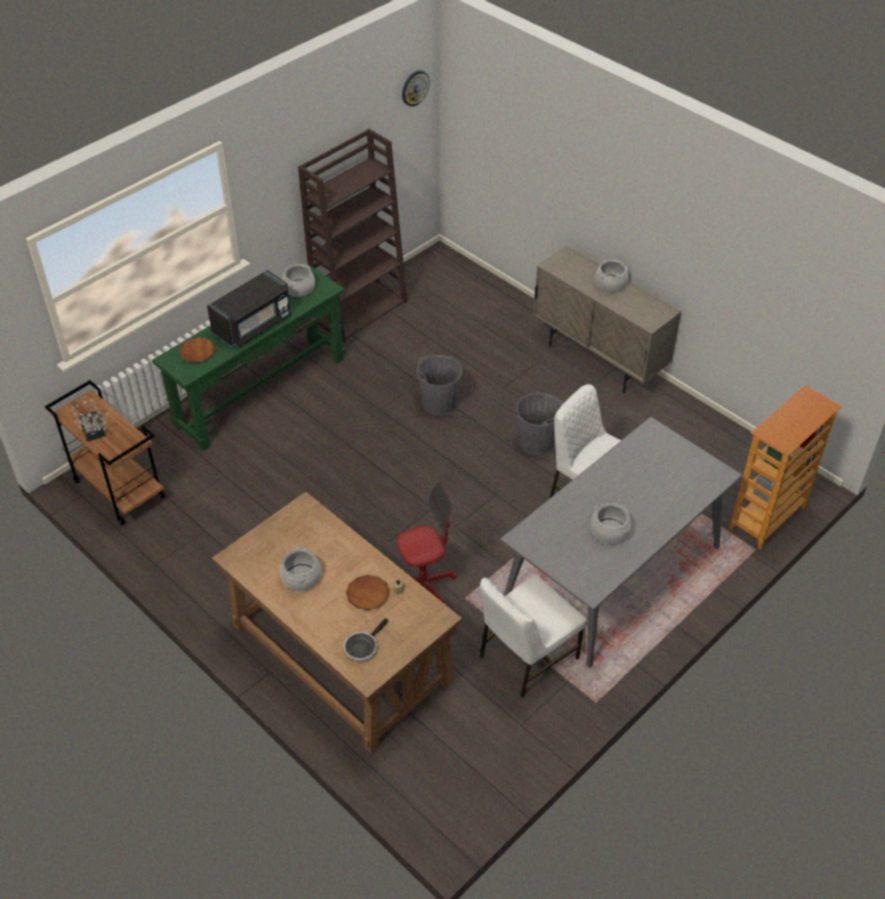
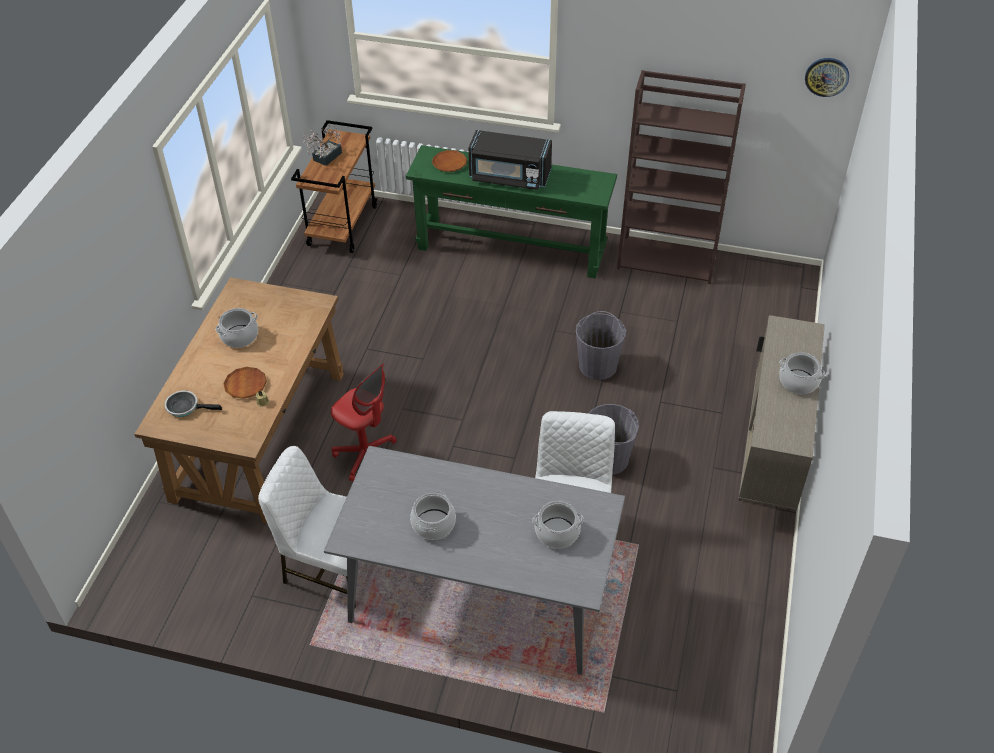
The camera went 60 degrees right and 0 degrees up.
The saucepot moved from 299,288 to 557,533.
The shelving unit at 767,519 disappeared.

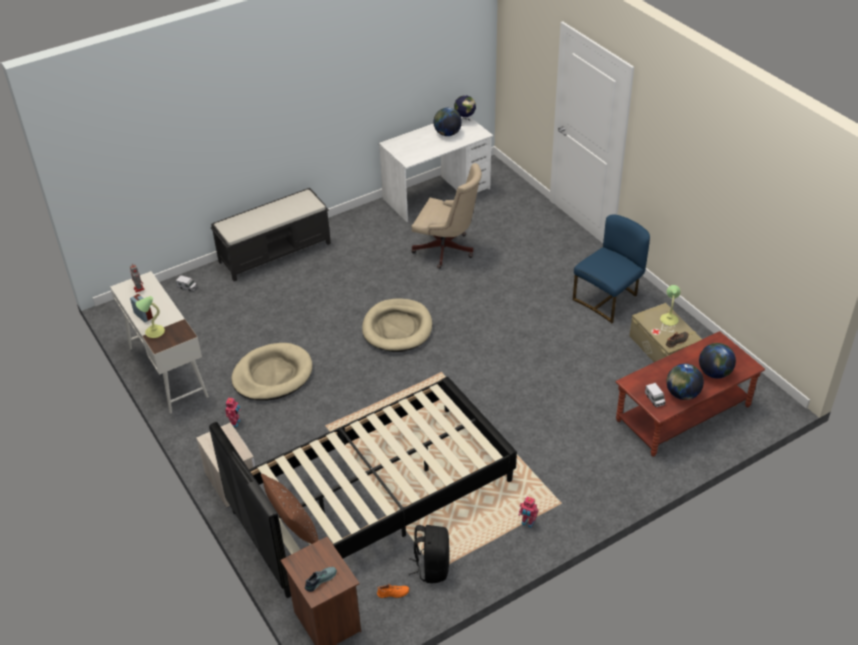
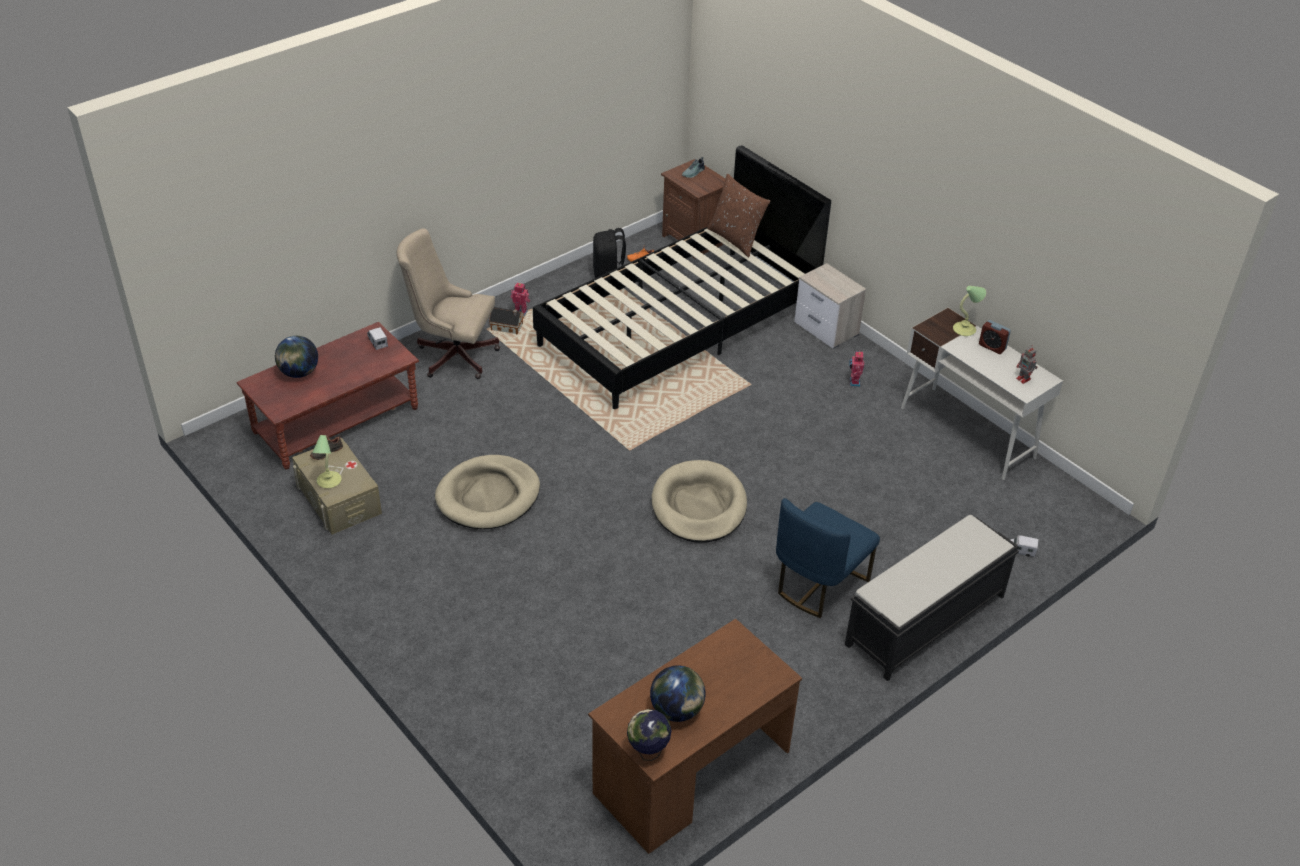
The camera went 170 degrees right and 0 degrees up.
The beige-coloured dog bed moved from 272,375 to 488,496.
The whitish desk table at 437,194 became the brown-coloured desk table at 691,773.
The beige-coloured desk chair moved from 447,251 to 452,355.
The bluish plain chair moved from 608,299 to 818,584.
The world globe at 682,394 disappeared.
The model house at 508,327 appeared.

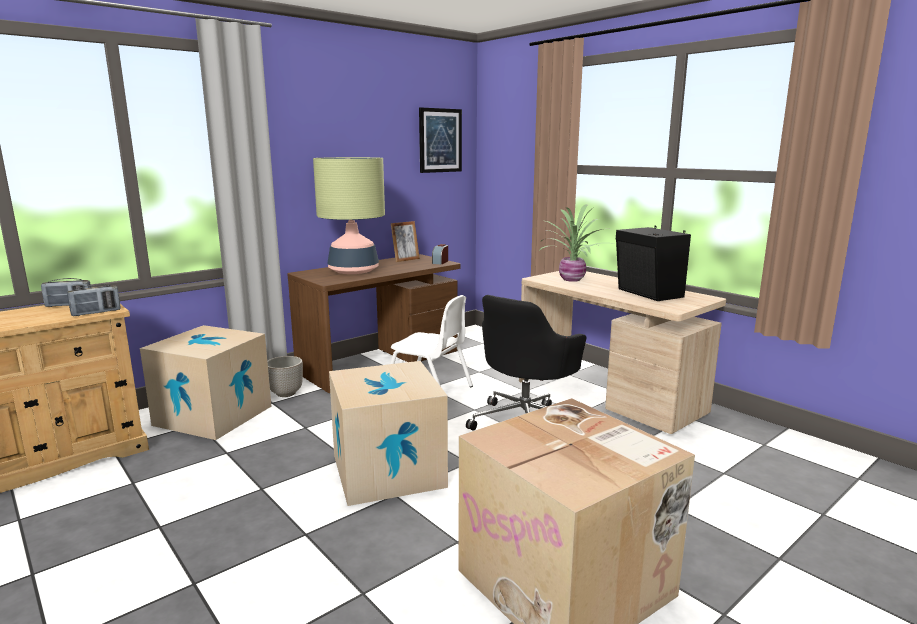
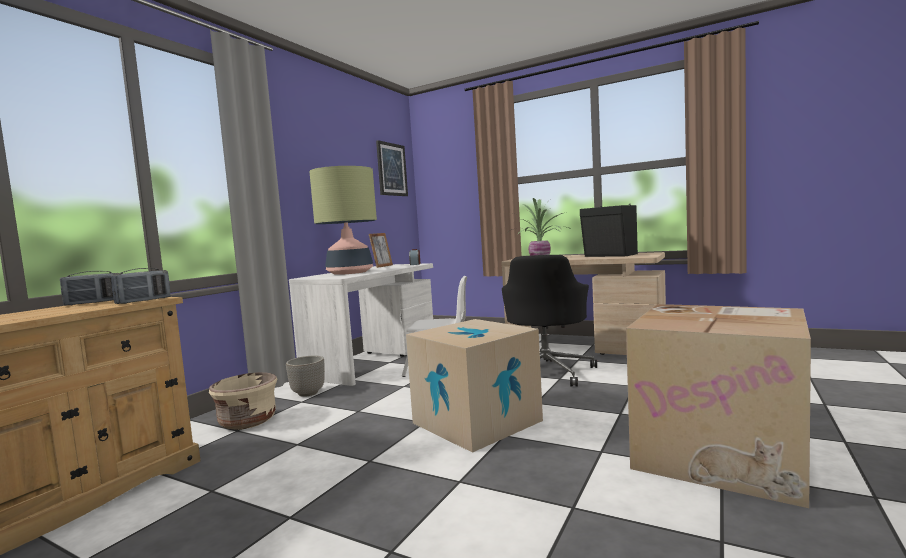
The camera went 20 degrees left and 10 degrees down.
The carton at 213,415 was replaced by the beige-coloured plant pot at 247,421.
The brown-coloured desk table at 380,363 became the whitish desk table at 374,360.

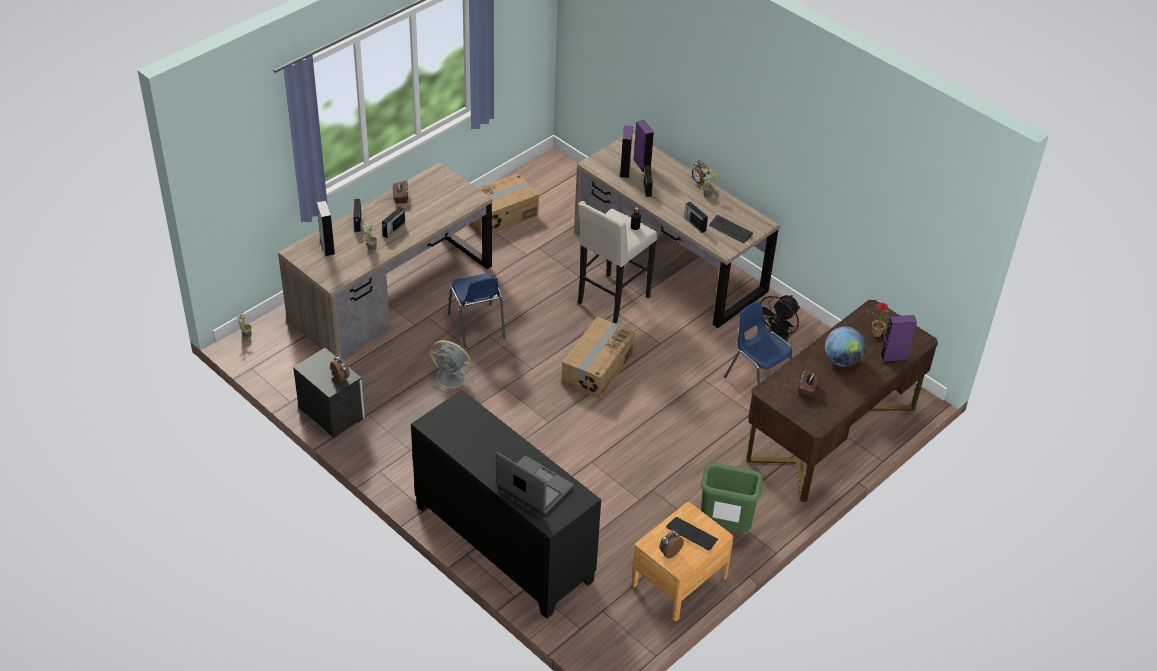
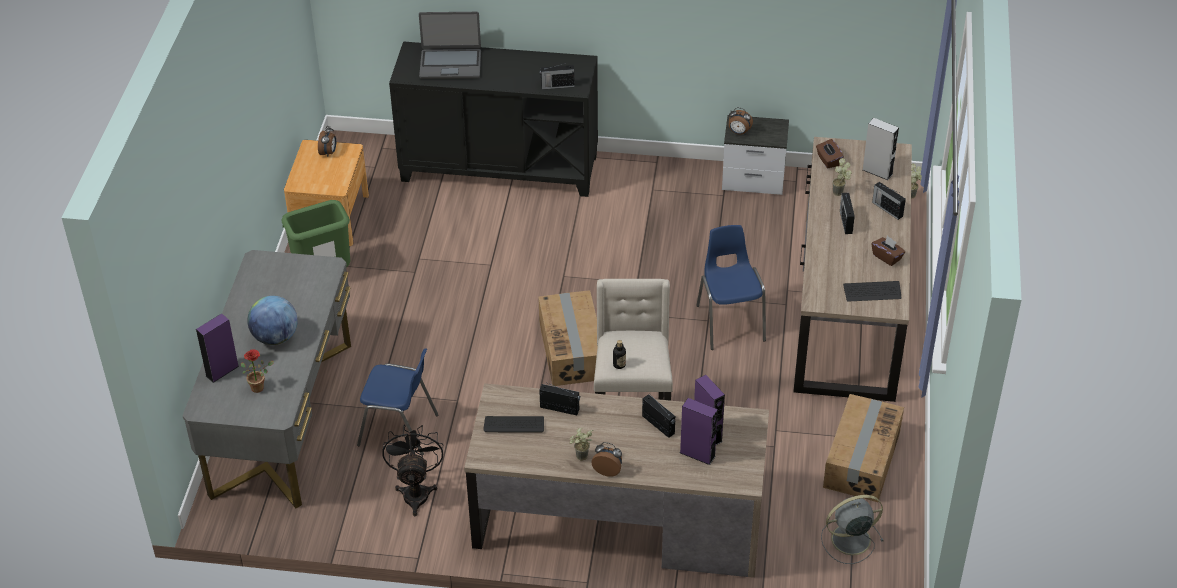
The camera went 145 degrees right and 0 degrees up.
The gray fan moved from 452,378 to 849,540.
The bluish plain chair at 477,326 turned 45 degrees clockwise.
The PC keyboard moved from 692,534 to 872,292.
The brown-coloured desk table at 831,433 became the gray desk table at 282,418.
The brown-coloured box of tissues moved from 807,389 to 828,160.
The radio receiver at 557,86 appeared.

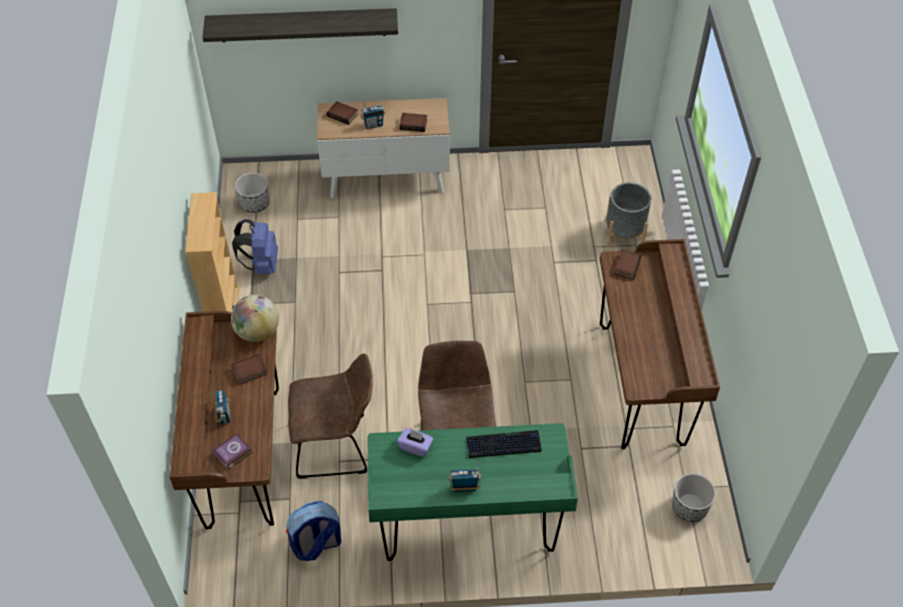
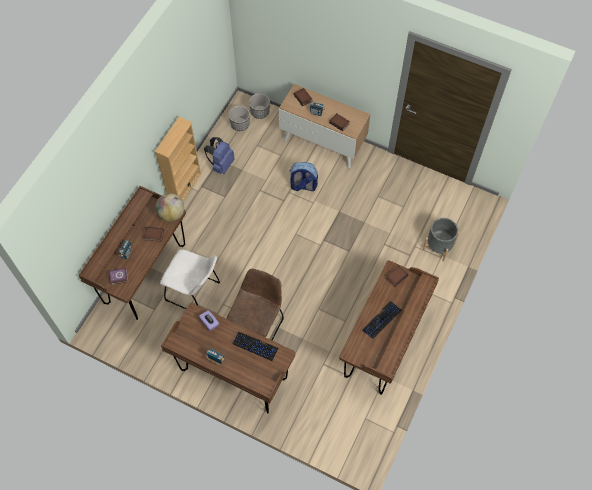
The camera went 30 degrees right and 10 degrees up.
The wall shelf at 302,25 disappeared.
The knapsack moved from 316,544 to 303,186.
The brown-coloured plain chair at 336,446 became the whitish plain chair at 195,293.
The green-coloured desk table at 468,528 became the brown-coloured desk table at 233,375.
The plant pot moved from 689,507 to 260,112.
The PC keyboard at 381,320 appeared.

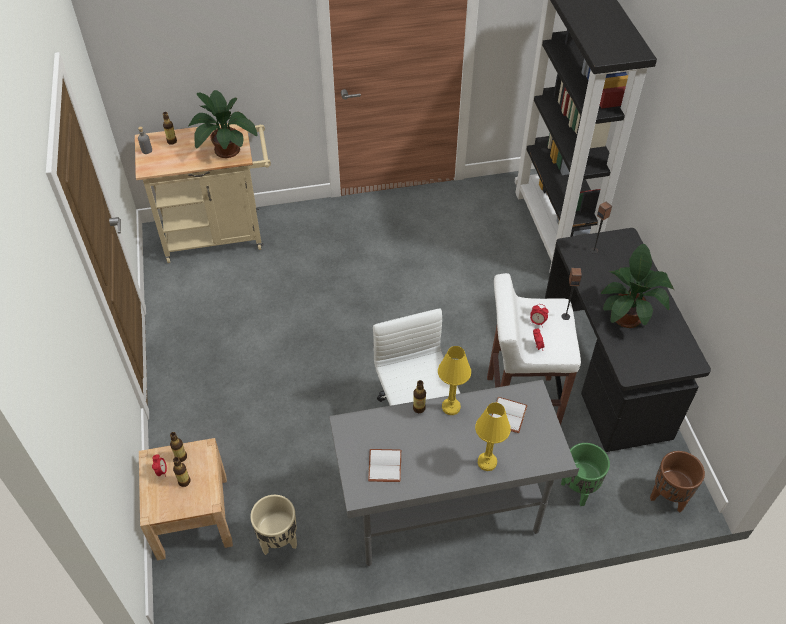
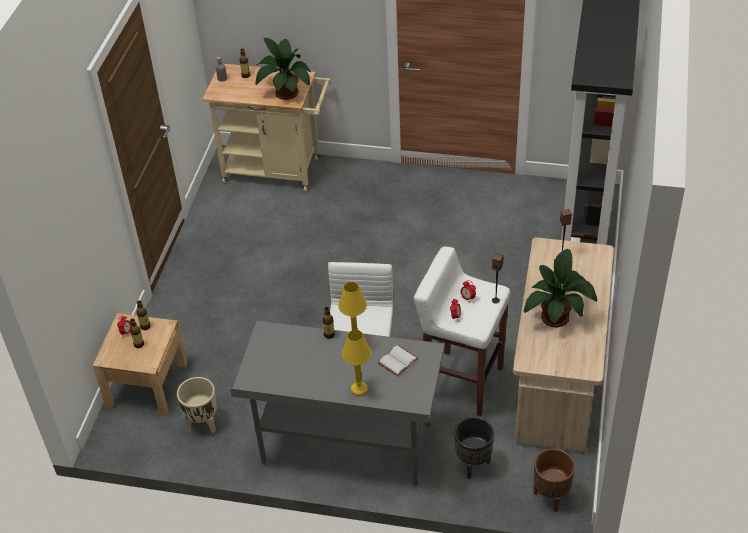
The camera went 25 degrees right and 5 degrees down.
The whitish volume at 383,465 disappeared.
The black desk table at 606,373 became the beige-coloured desk table at 558,379.
The green-coloured plant pot at 578,489 became the black plant pot at 473,465.

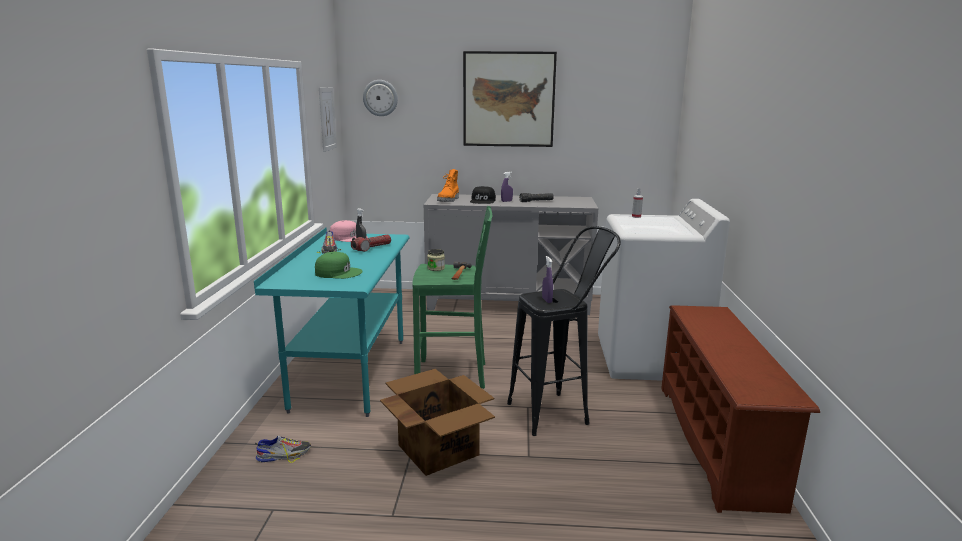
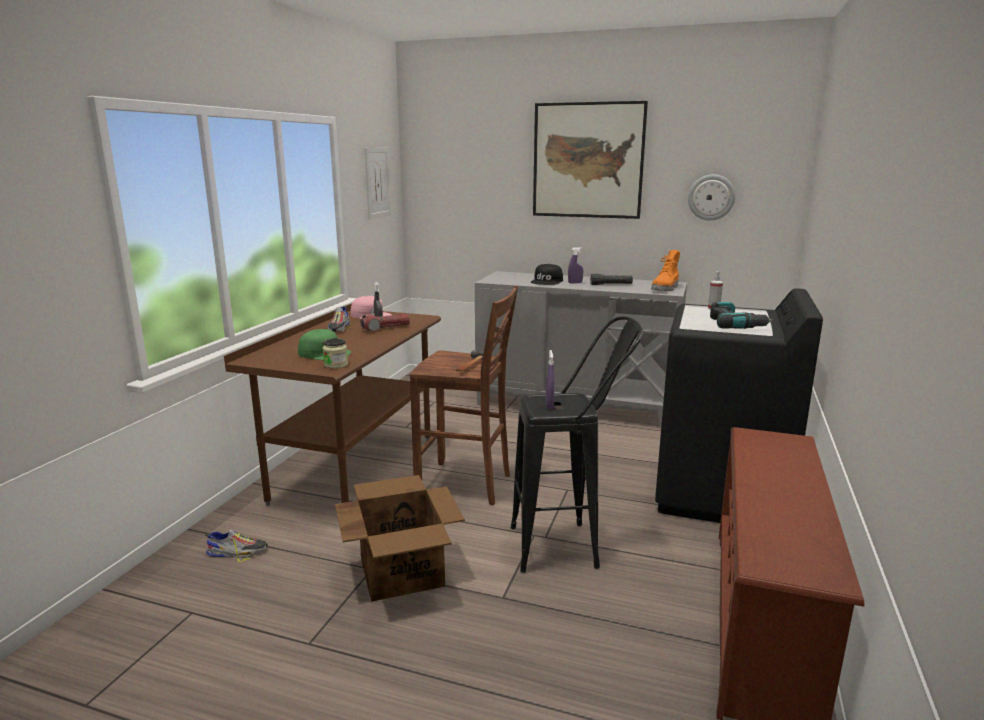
The camera went 15 degrees right and 0 degrees up.
The blue-green desk table at 350,374 became the brown-coloured desk table at 355,469.
The wall clock moved from 380,98 to 711,197.
The green-coloured stool seat at 453,375 became the brown-coloured stool seat at 466,485.
The storage jar moved from 436,268 to 336,365.
The orange boot moved from 449,200 to 665,289.
The whitish laundry appliance at 649,360 became the black laundry appliance at 721,494.
The drill at 735,325 appeared.

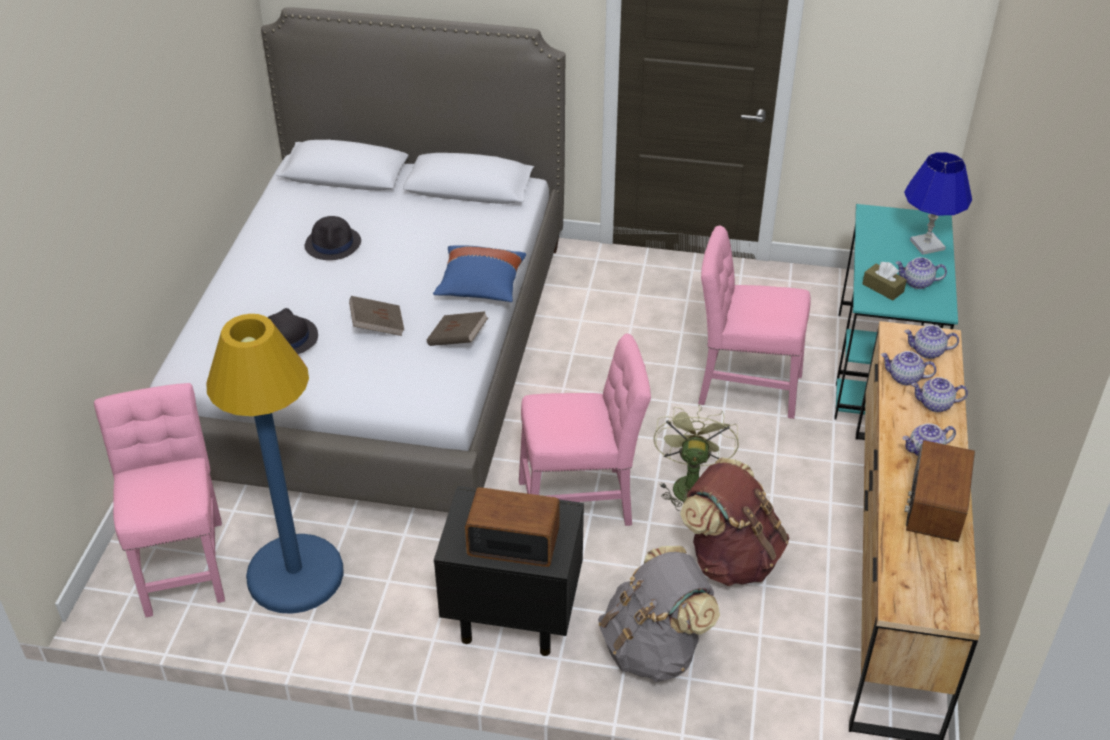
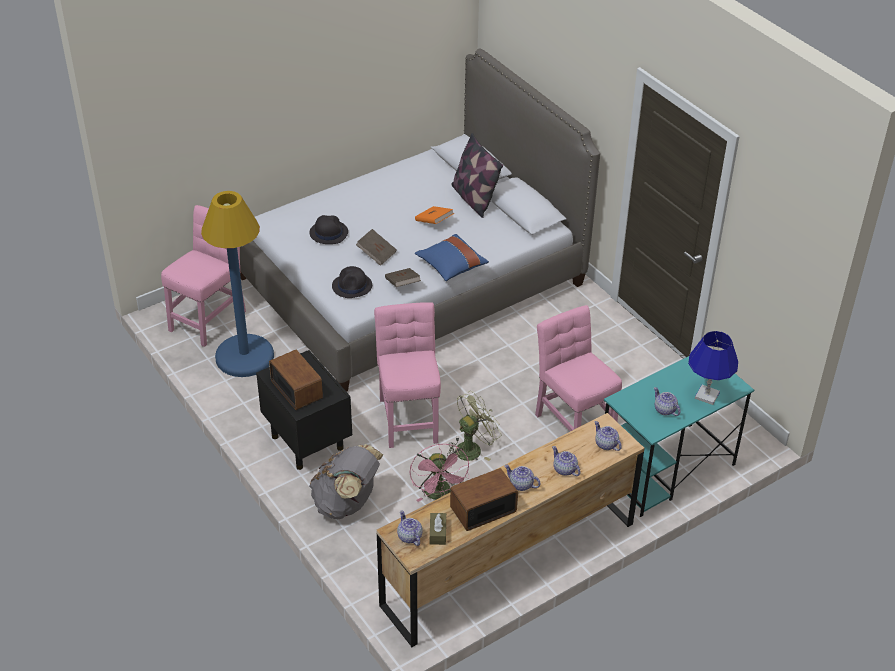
The camera went 45 degrees right and 0 degrees up.
The black hat moved from 333,244 to 352,286.
The pink plain chair at 581,500 turned 135 degrees counterclockwise.
The brown-coloured knapsack at 731,557 was replaced by the pink fan at 440,495.
The brown-coloured box of tissues moved from 883,288 to 437,533.
The teapot moved from 904,378 to 409,536.
The orange volume at 434,222 appeared.
The throw pillow at 474,199 appeared.

